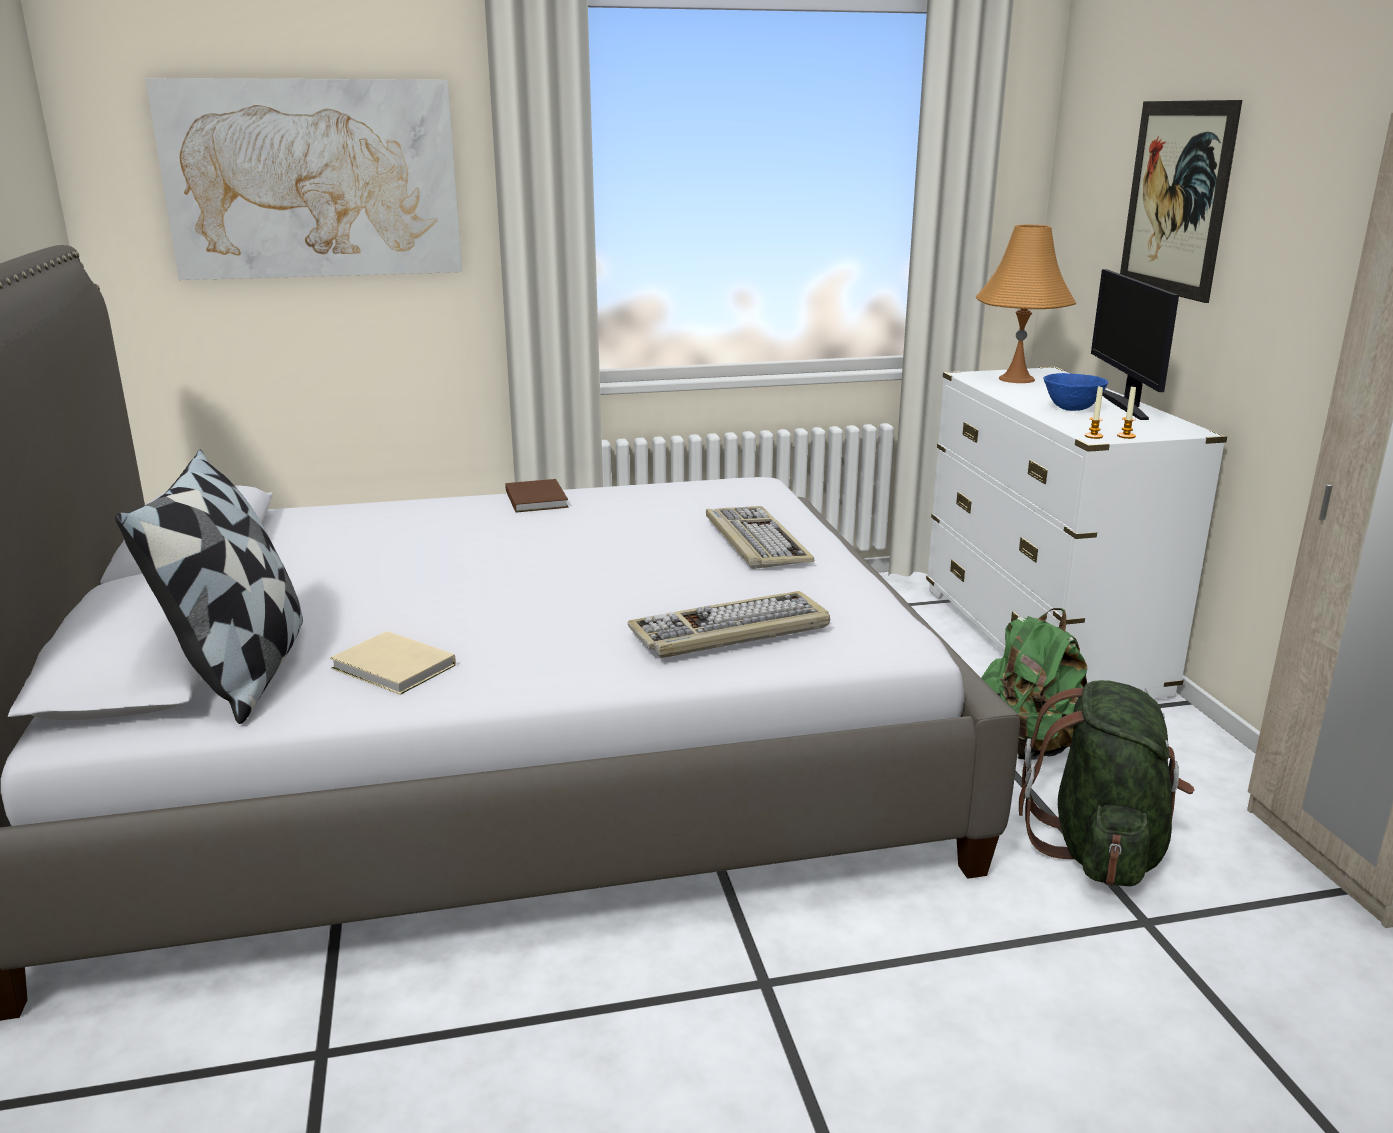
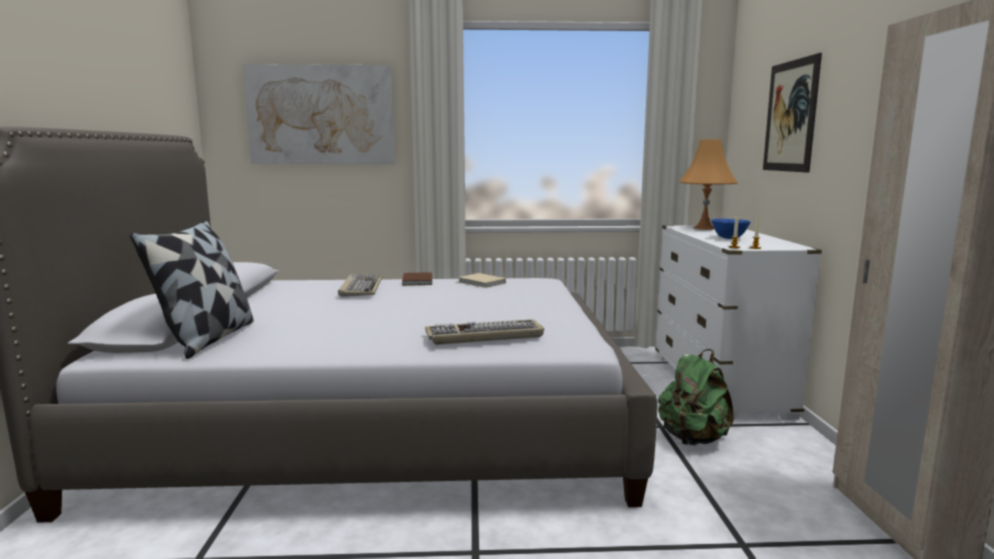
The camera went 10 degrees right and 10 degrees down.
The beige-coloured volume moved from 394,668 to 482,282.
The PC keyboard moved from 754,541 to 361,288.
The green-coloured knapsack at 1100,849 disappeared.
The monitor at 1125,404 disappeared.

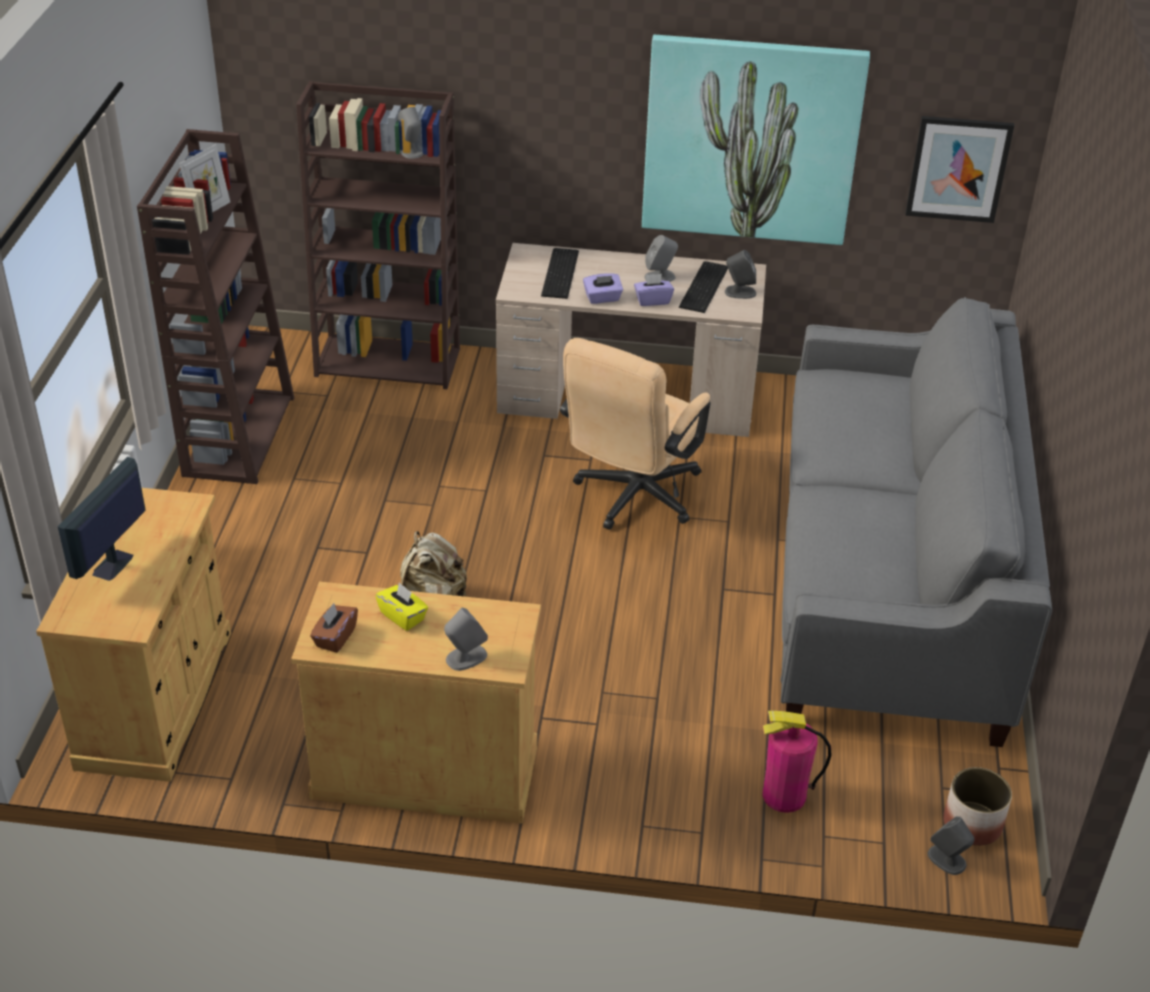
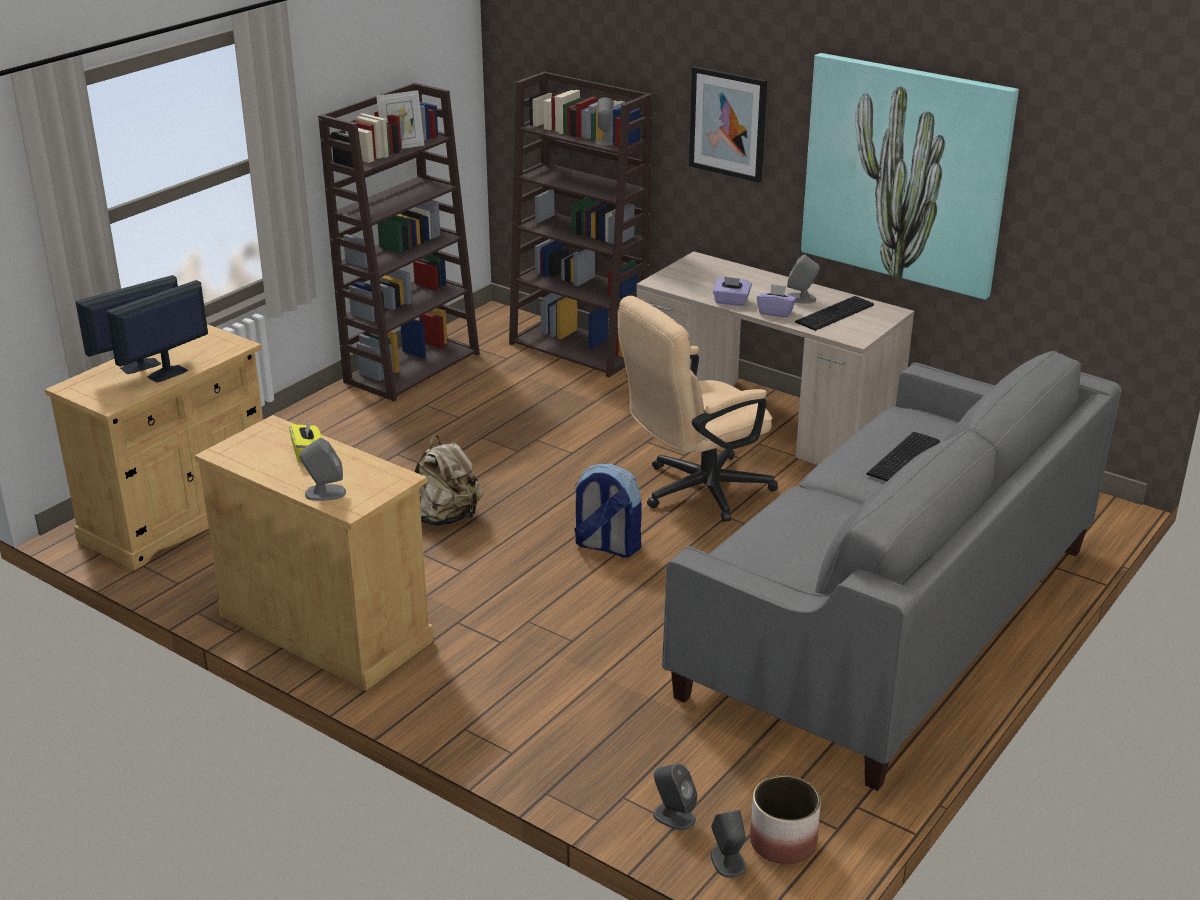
The camera went 30 degrees right and 10 degrees down.
The brown-coloured box of tissues at 335,638 disappeared.
The PC keyboard moved from 562,273 to 905,458.
The gray speaker moved from 739,292 to 673,816.
The fire extinguisher at 784,795 disappeared.
The wall art moved from 958,169 to 728,123.
The monitor at 166,374 appeared.
The knapsack at 606,546 appeared.

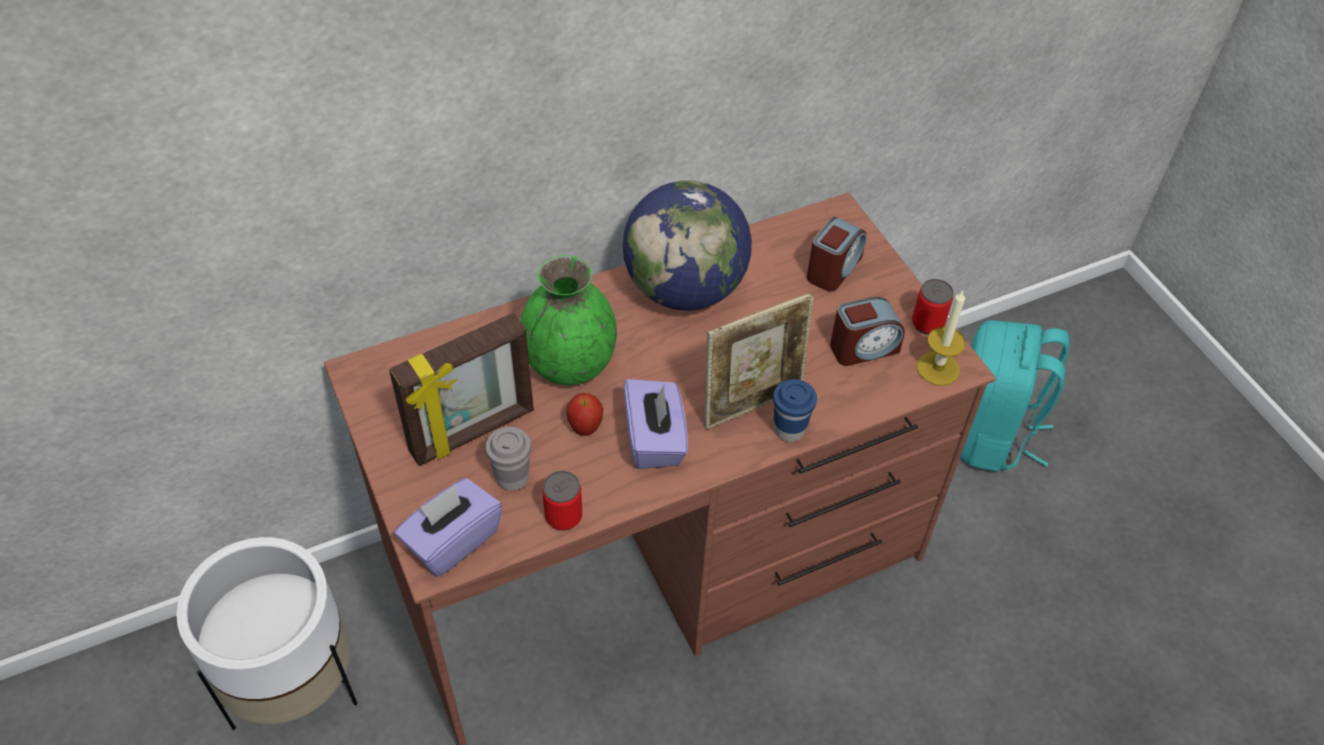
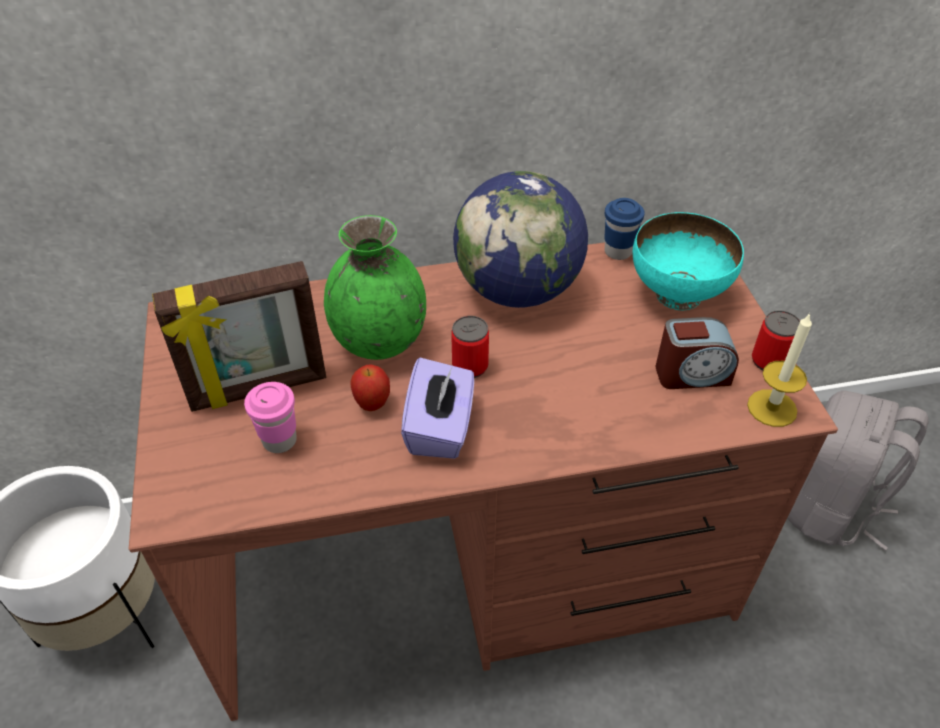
The camera went 15 degrees right and 5 degrees down.
The purple box of tissues at 452,541 disappeared.
The gray cup at 512,478 became the pink cup at 279,440.
The sealed can moved from 563,516 to 470,366.
The standing frame at 752,404 disappeared.
The bluish cup moved from 789,430 to 618,252.
The alarm clock at 833,268 was replaced by the blue-green deep dish at 677,294.
The blue-green knapsack at 989,434 became the gray knapsack at 829,508.

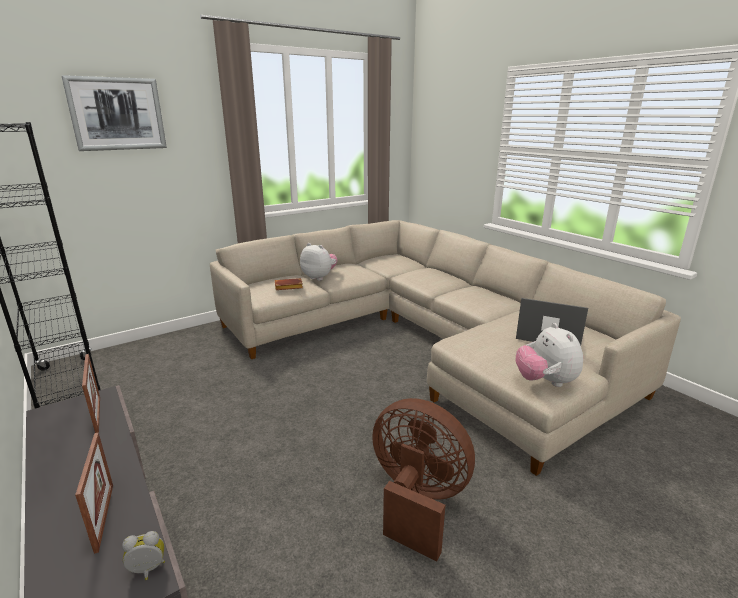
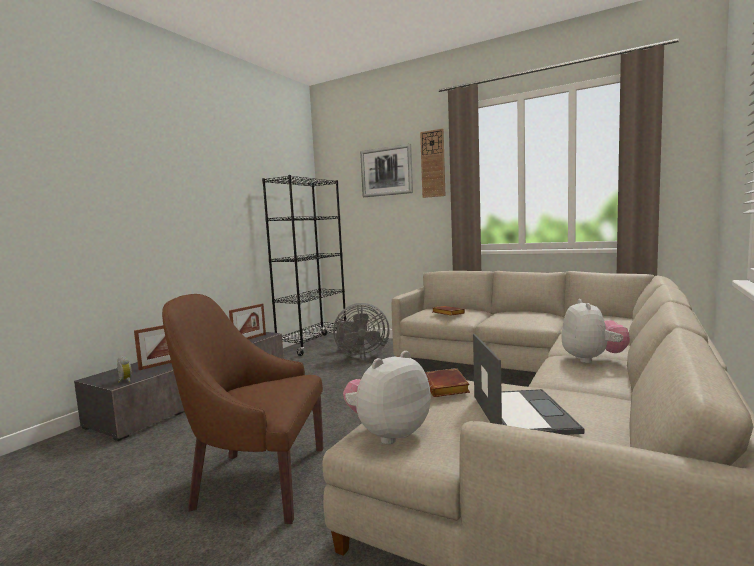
The camera went 65 degrees right and 15 degrees down.
The plush toy moved from 319,277 to 592,359.
The brown-coloured fan at 417,501 was replaced by the brown-coloured armchair at 258,480.
The gray fan at 360,356 appeared.
The wall clock at 433,164 appeared.
The brown-coloured volume at 447,388 appeared.

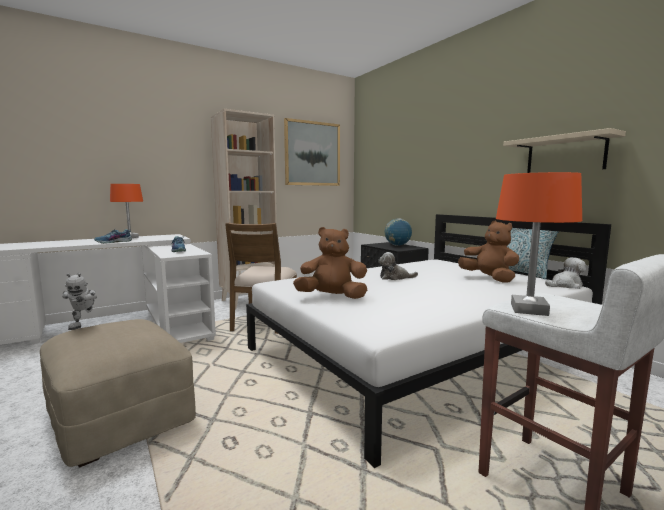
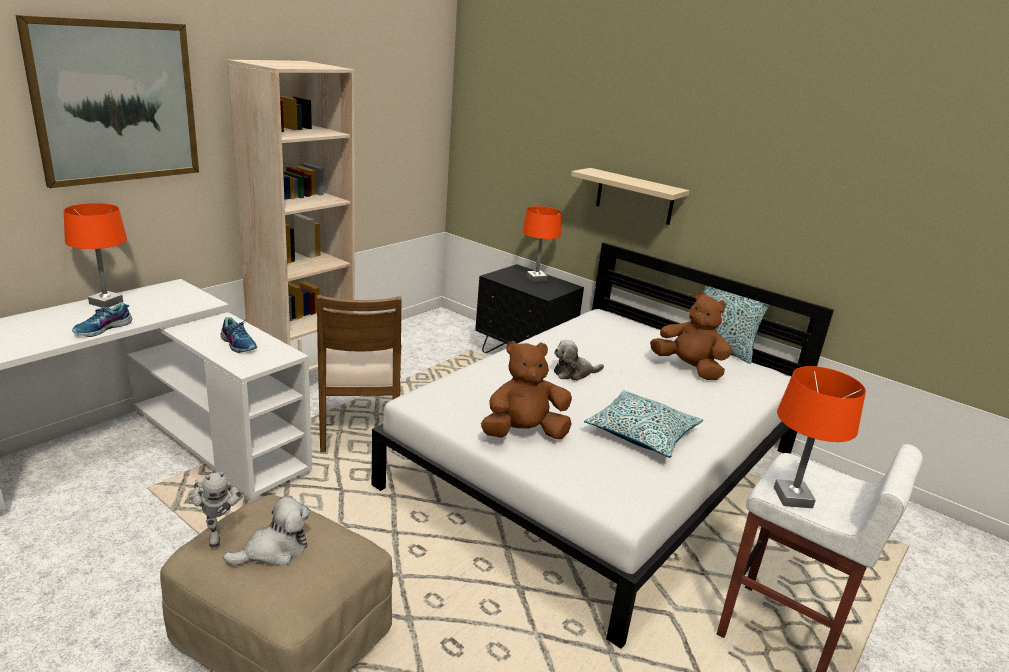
The camera went 20 degrees left and 15 degrees up.
The wall art moved from 312,154 to 116,102.
The world globe at 397,245 was replaced by the orange tabletop lamp at 536,278.
The beige-coloured wall shelf moved from 565,154 to 634,196.
The plush toy moved from 565,285 to 274,550.
The throw pillow at 642,433 appeared.

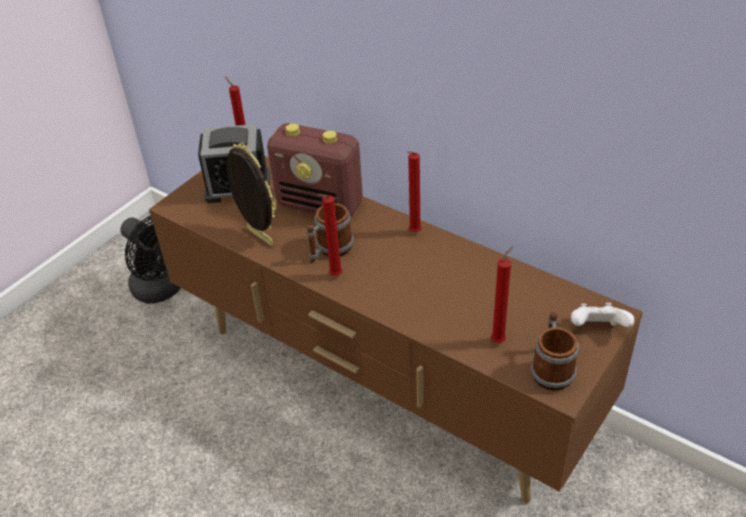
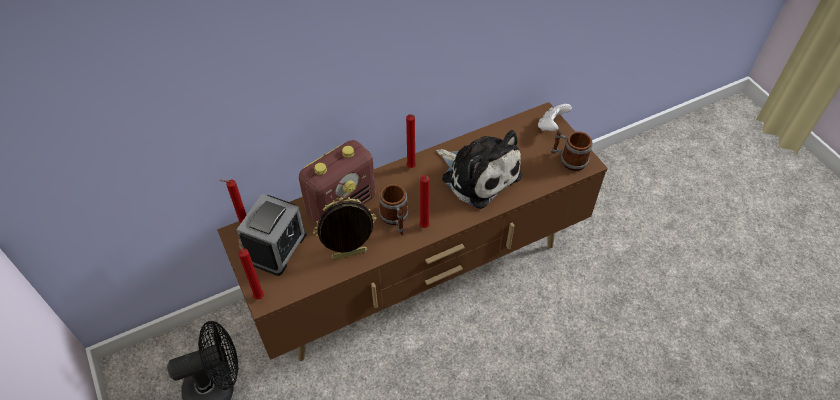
The camera went 65 degrees left and 10 degrees up.
The red-coloured wax light moved from 499,340 to 259,295.
The plush toy at 478,175 appeared.

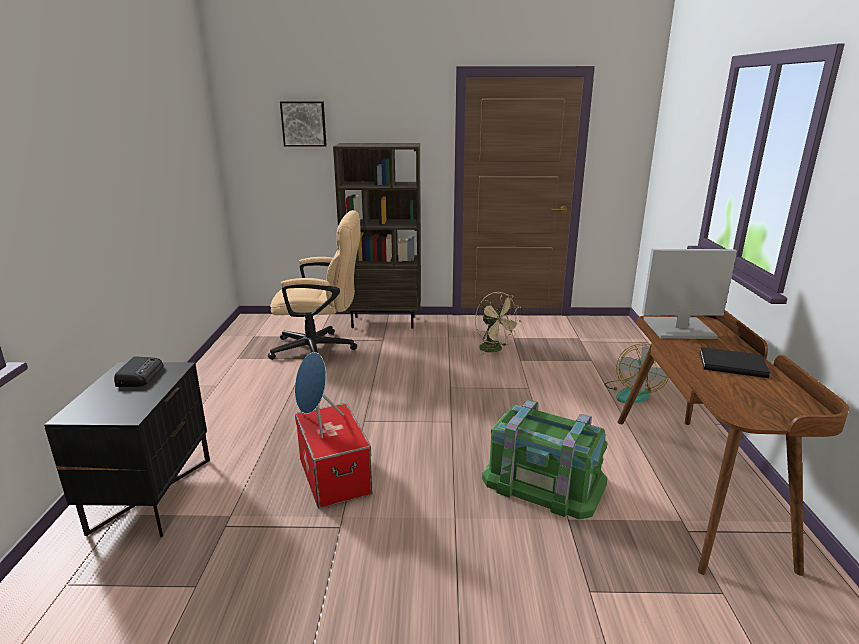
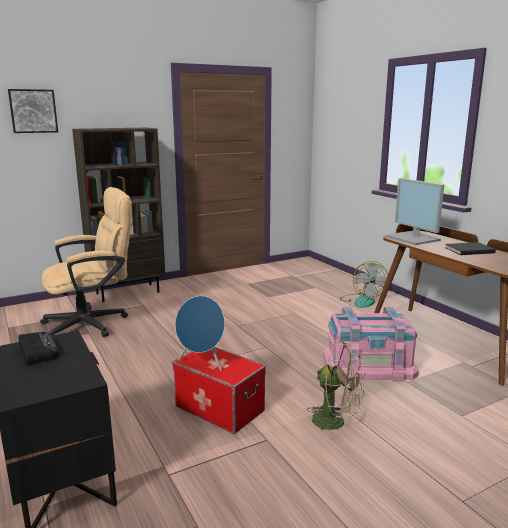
The camera went 30 degrees left and 5 degrees down.
The beige-coloured fan moved from 494,350 to 336,422.
The green-coloured storage box at 543,482 became the pink storage box at 368,365.
The monitor at 678,329 turned 90 degrees counterclockwise.

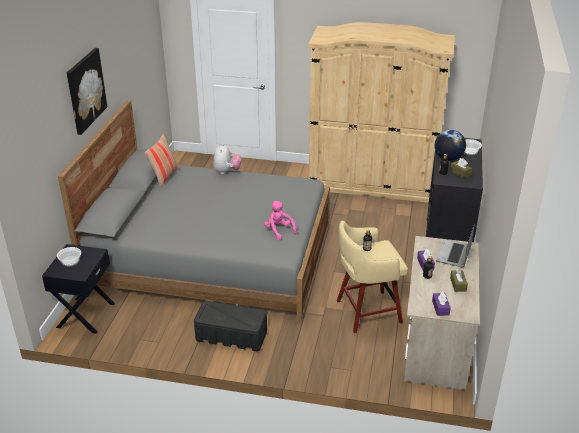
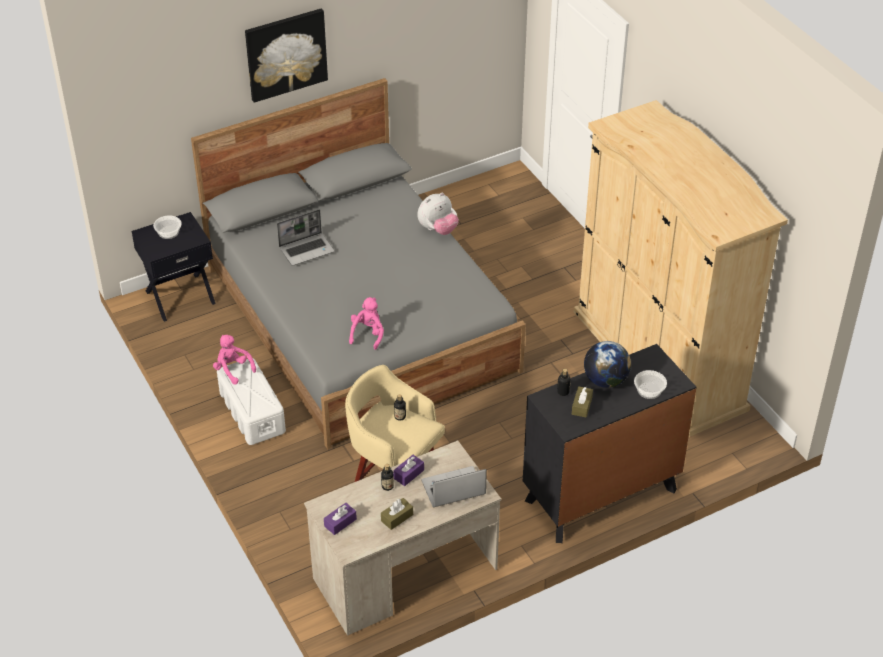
The camera went 50 degrees right and 10 degrees up.
The throw pillow at 164,177 disappeared.
The black storage box at 231,336 became the whitish storage box at 252,412.
The pink plush toy at 233,369 appeared.
The laptop at 307,250 appeared.

